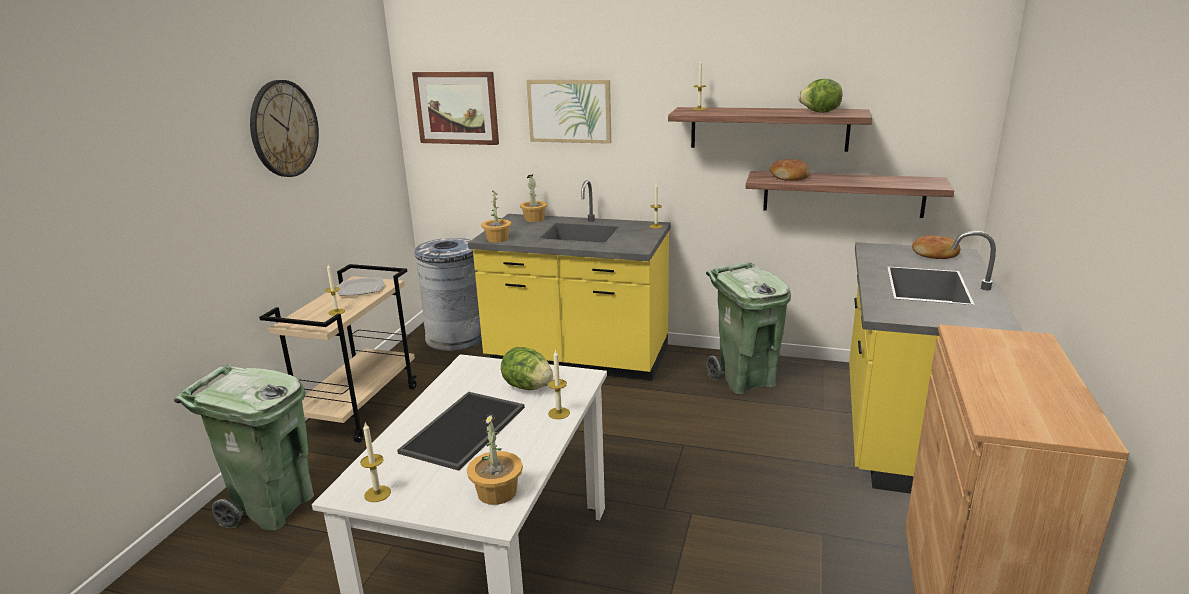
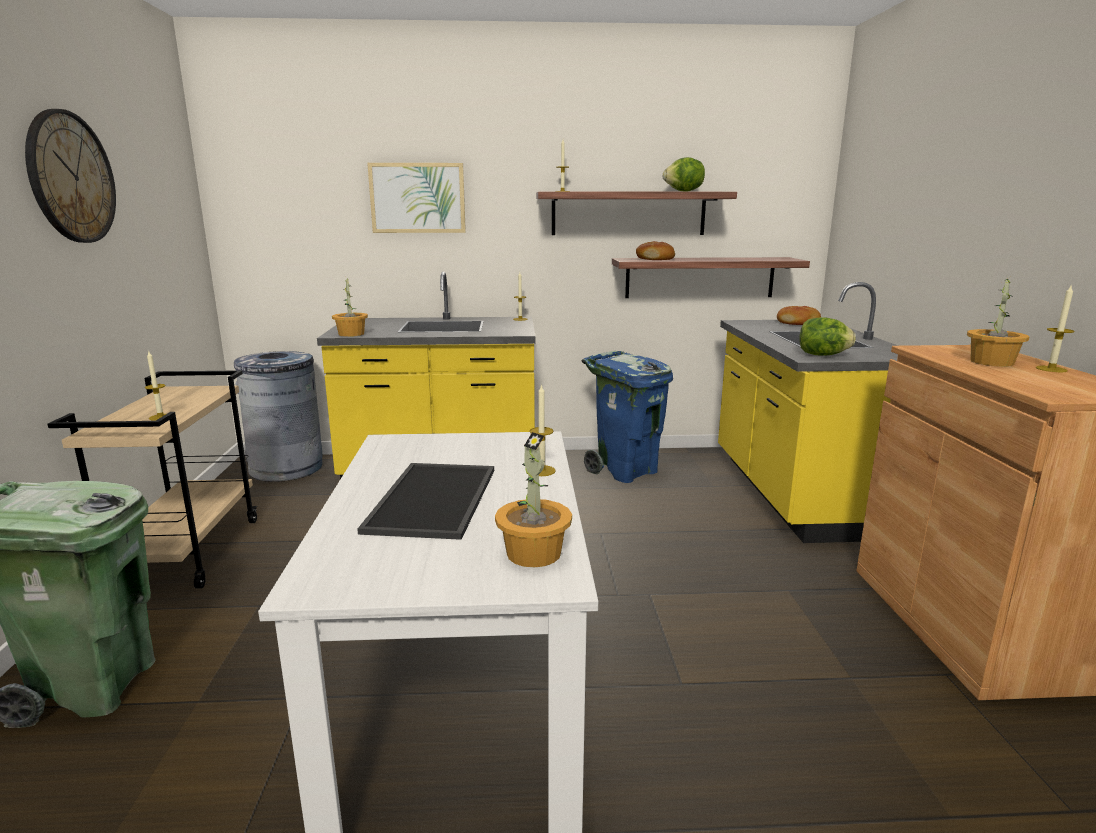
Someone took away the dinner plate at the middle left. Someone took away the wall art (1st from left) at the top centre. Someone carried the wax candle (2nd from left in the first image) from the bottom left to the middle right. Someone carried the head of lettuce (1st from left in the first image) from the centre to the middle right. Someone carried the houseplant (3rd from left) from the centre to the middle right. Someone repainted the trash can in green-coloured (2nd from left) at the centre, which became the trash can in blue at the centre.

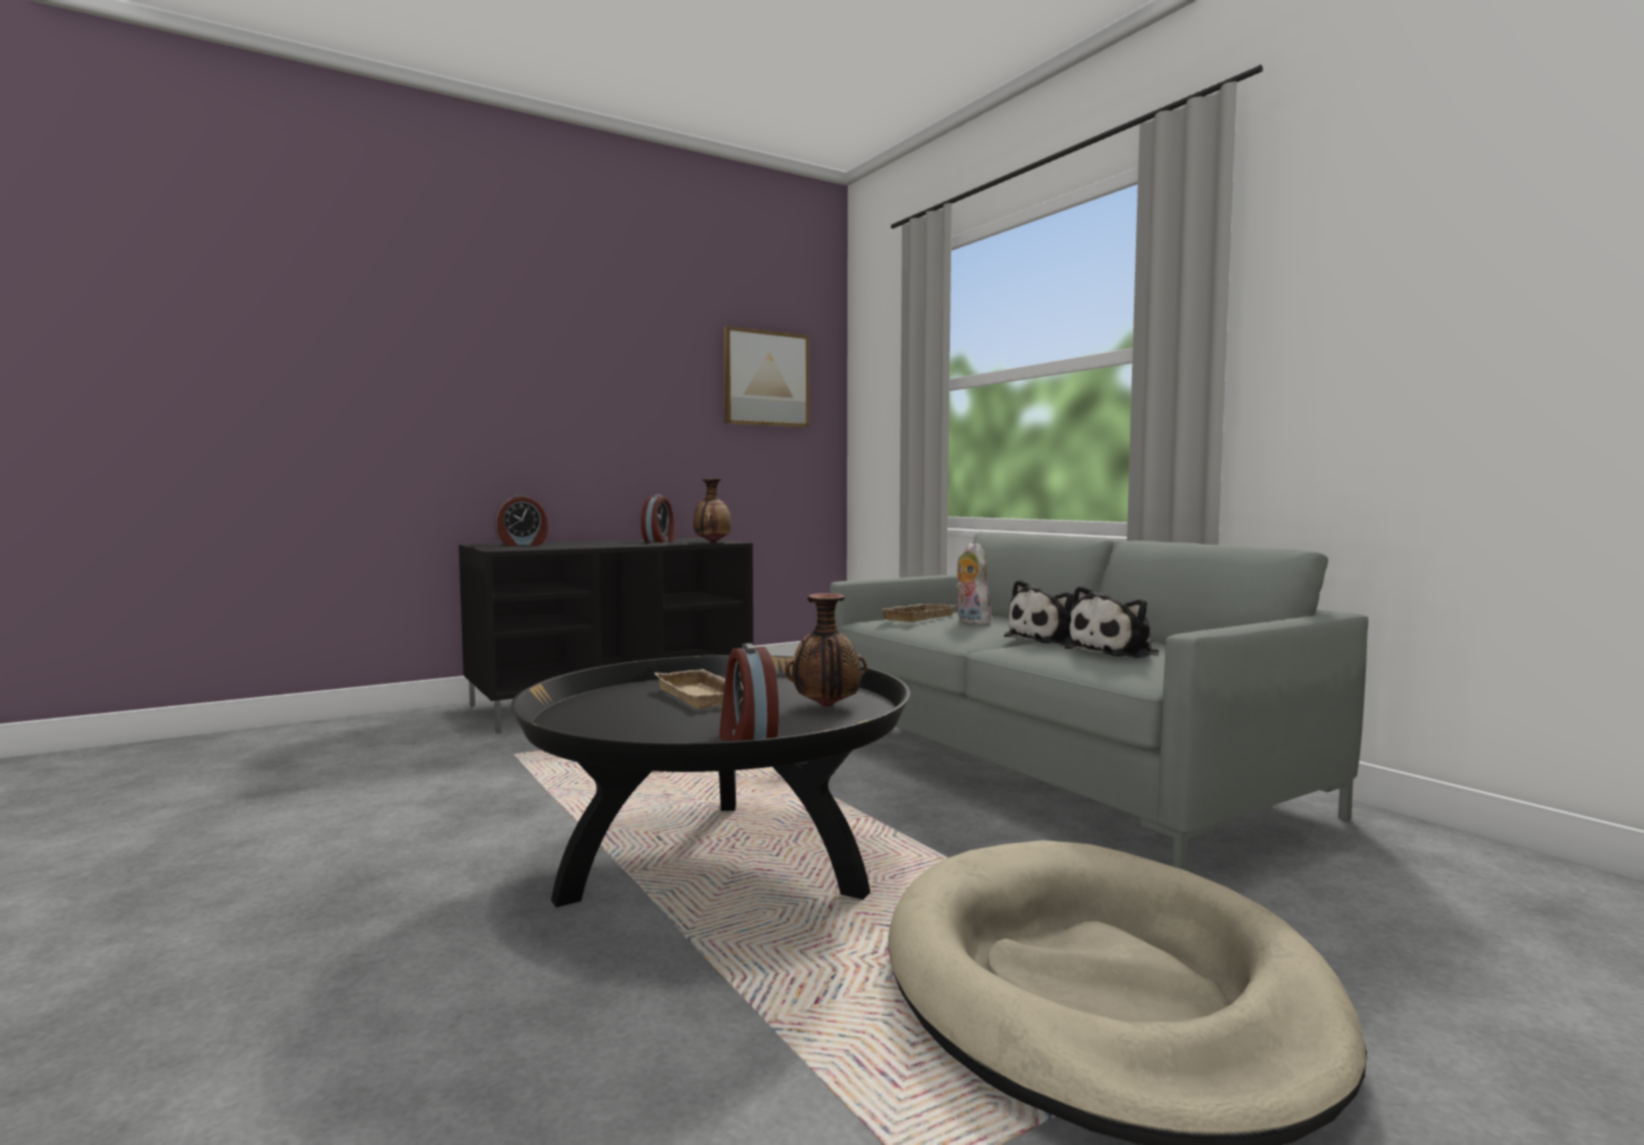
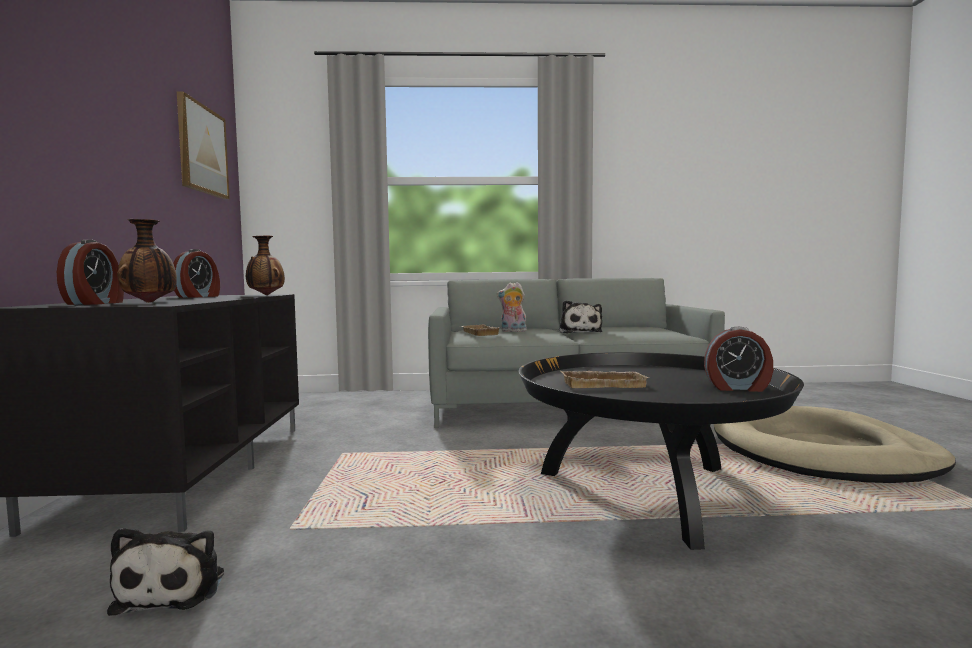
Someone carried the decorative vase (2nd from left in the first image) from the centre to the middle left. Someone carried the plush toy (3rd from left in the first image) from the middle right to the bottom left. Someone rotated the alarm clock (2nd from left) at the centre by 60 degrees clockwise.

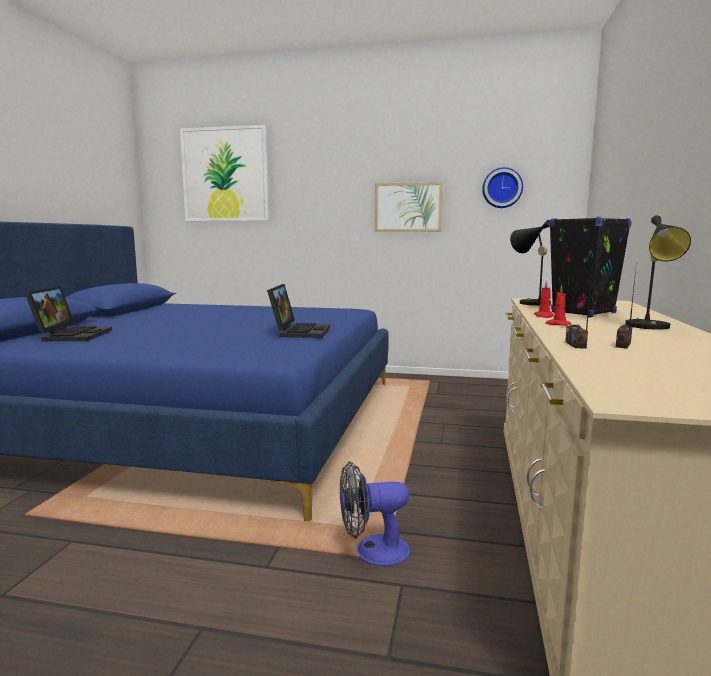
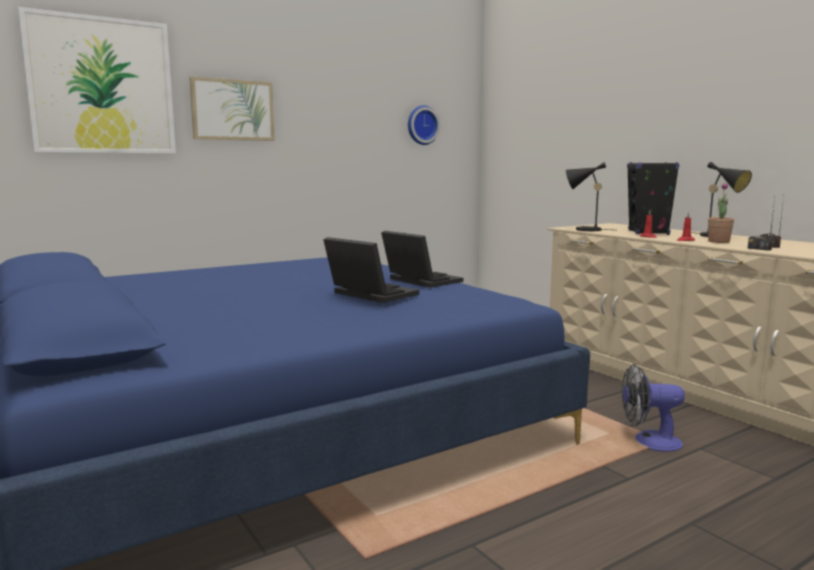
Someone put down the houseplant at the middle right. Someone carried the portable computer (1st from left) from the middle left to the centre. Someone carried the wall art (2nd from left) from the top centre to the top left. Someone rotated the cooling fan at the bottom centre by 60 degrees clockwise.

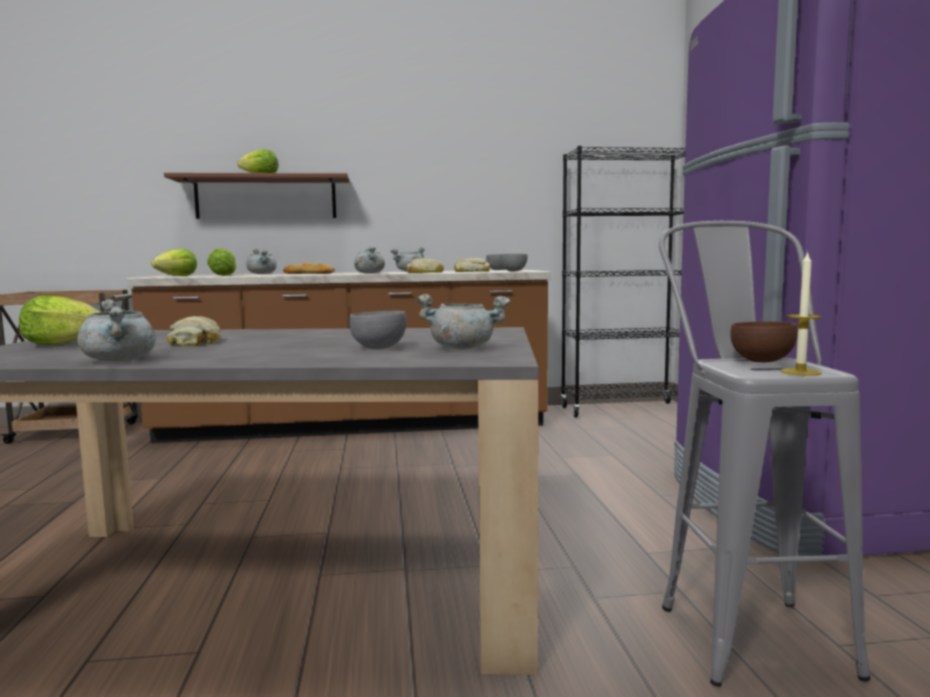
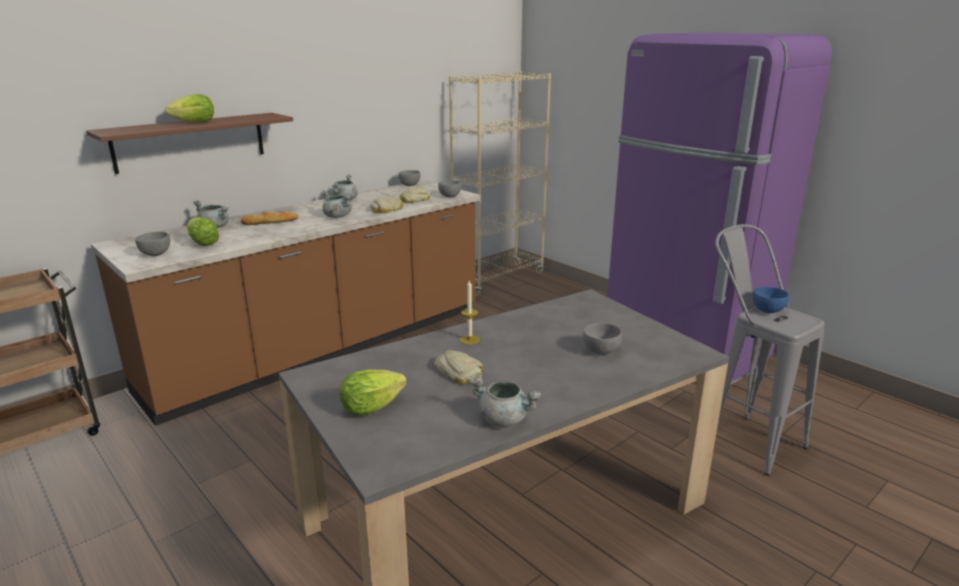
Someone took away the stockpot in greyish (5th from left) at the centre. Someone carried the wax candle from the middle right to the centre. Someone swapped the head of lettuce (2nd from left) at the middle left for the deep dish in greyish (1st from left) at the middle left. Someone repainted the shelving unit in blackish at the middle right, which became the shelving unit in sand-coloured at the top centre. Someone repainted the deep dish in brown-coloured at the middle right, which became the deep dish in blue at the middle right.

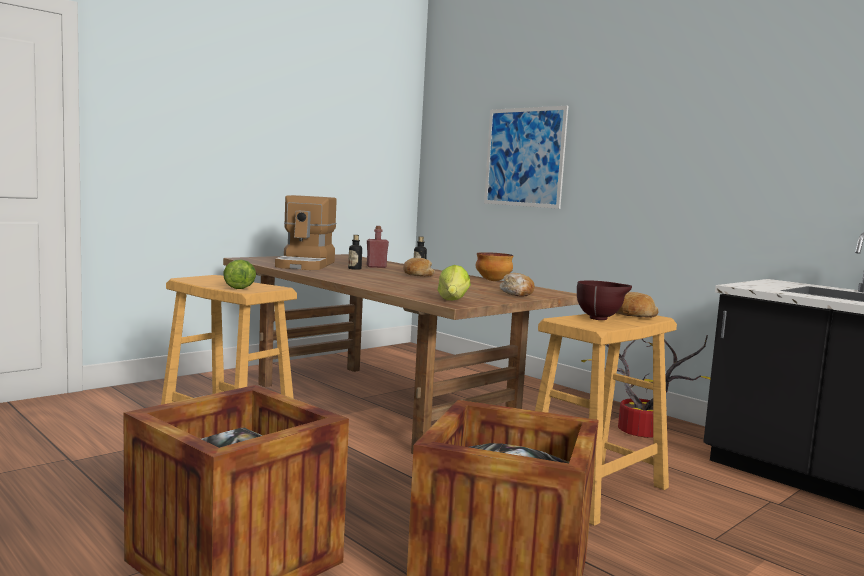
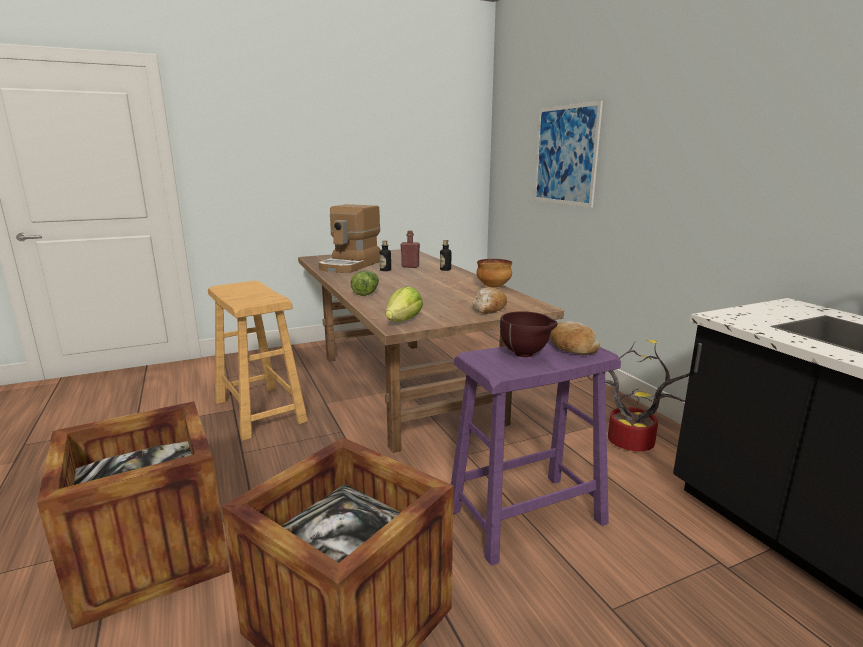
Someone took away the bakery bread (1st from left) at the centre. Someone carried the head of lettuce (1st from left) from the middle left to the centre. Someone repainted the stool seat in sand-coloured (2nd from left) at the bottom right, which became the stool seat in purplish at the bottom centre.

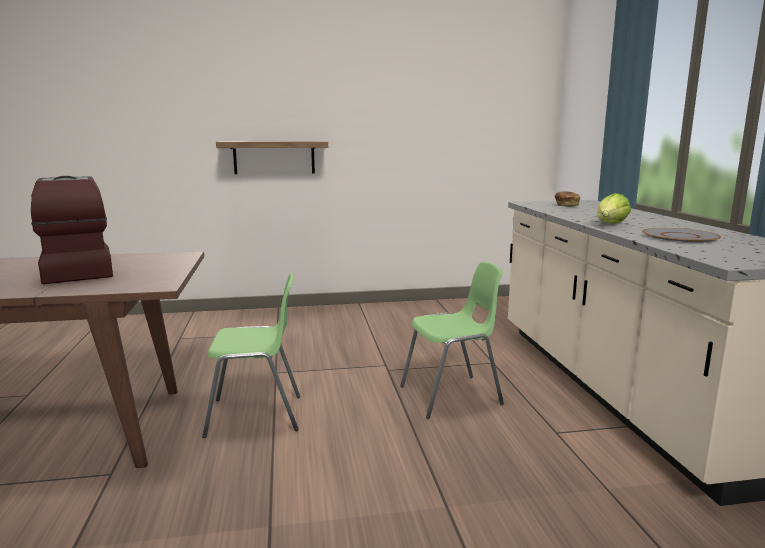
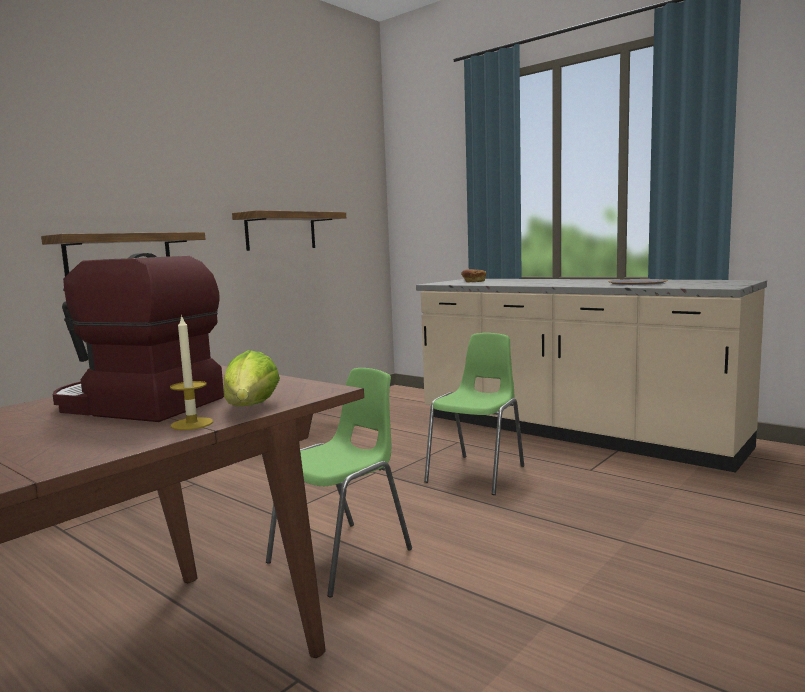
Someone put down the wax candle at the middle left. Someone put up the wall shelf (2nd from left) at the top centre. Someone carried the head of lettuce from the middle right to the middle left.

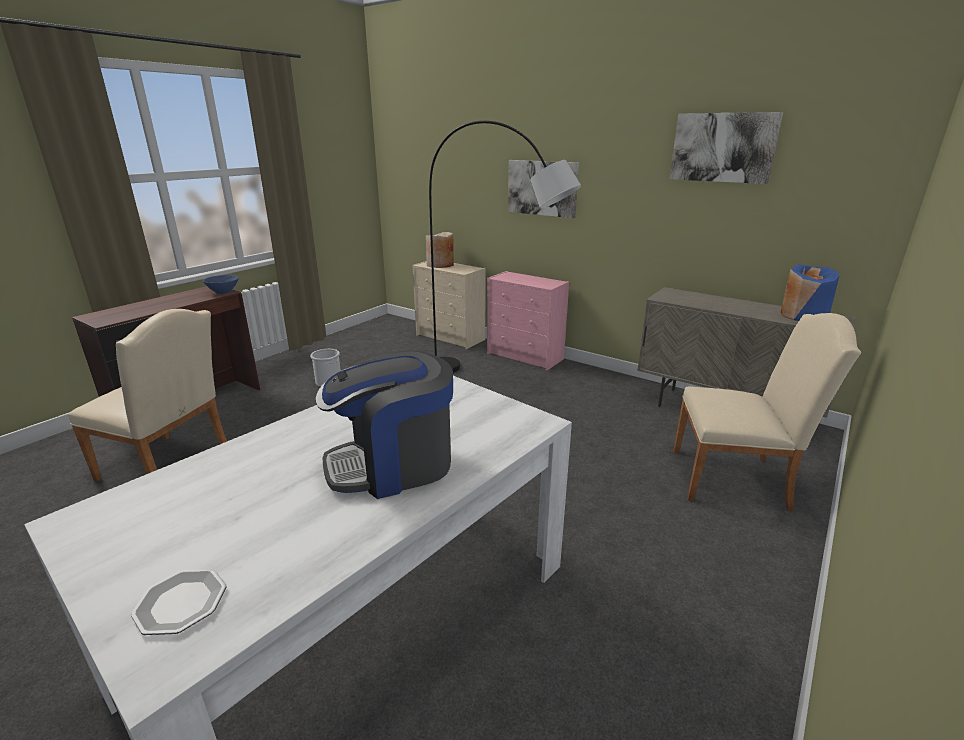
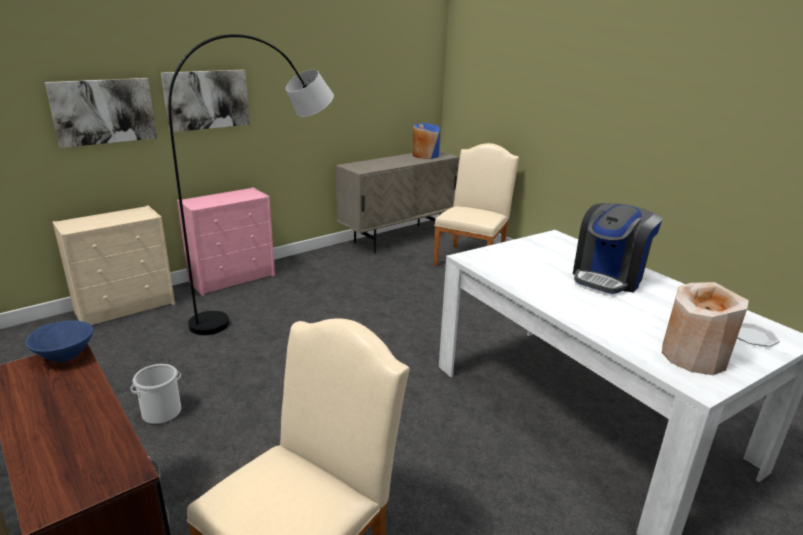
Someone carried the decorative vase in sand-coloured from the centre to the middle right. Someone carried the wall art (2nd from left in the first image) from the top right to the top left. Someone rotated the coffee brewer at the centre by 45 degrees clockwise.

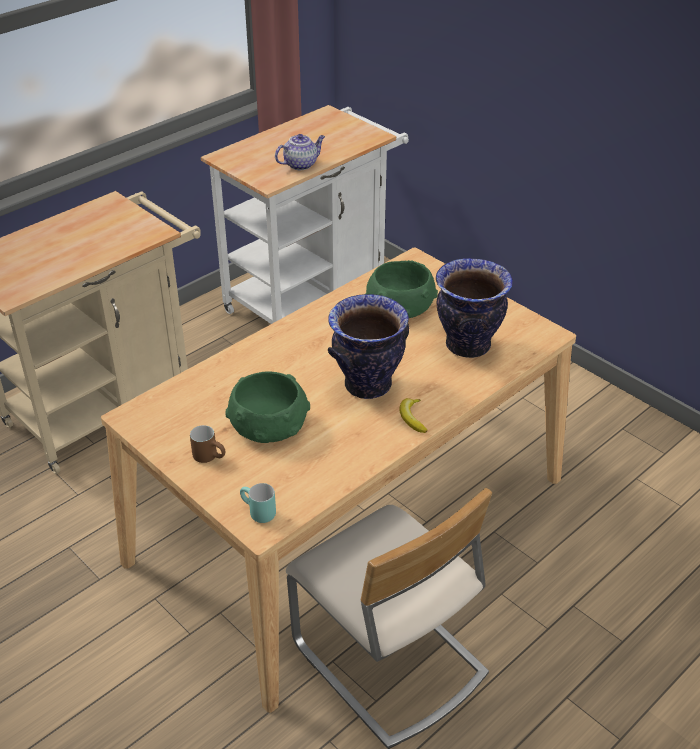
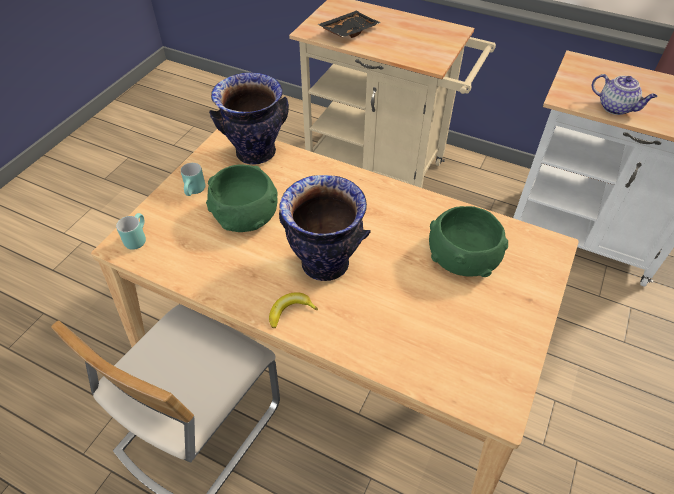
Someone put down the carrying tray in blackish at the top centre. Someone carried the decorative vase (2nd from left in the first image) from the middle right to the top centre. Someone repainted the tea mug in brown-coloured at the middle left, which became the tea mug in turquoise (2nd from left) at the middle left.

